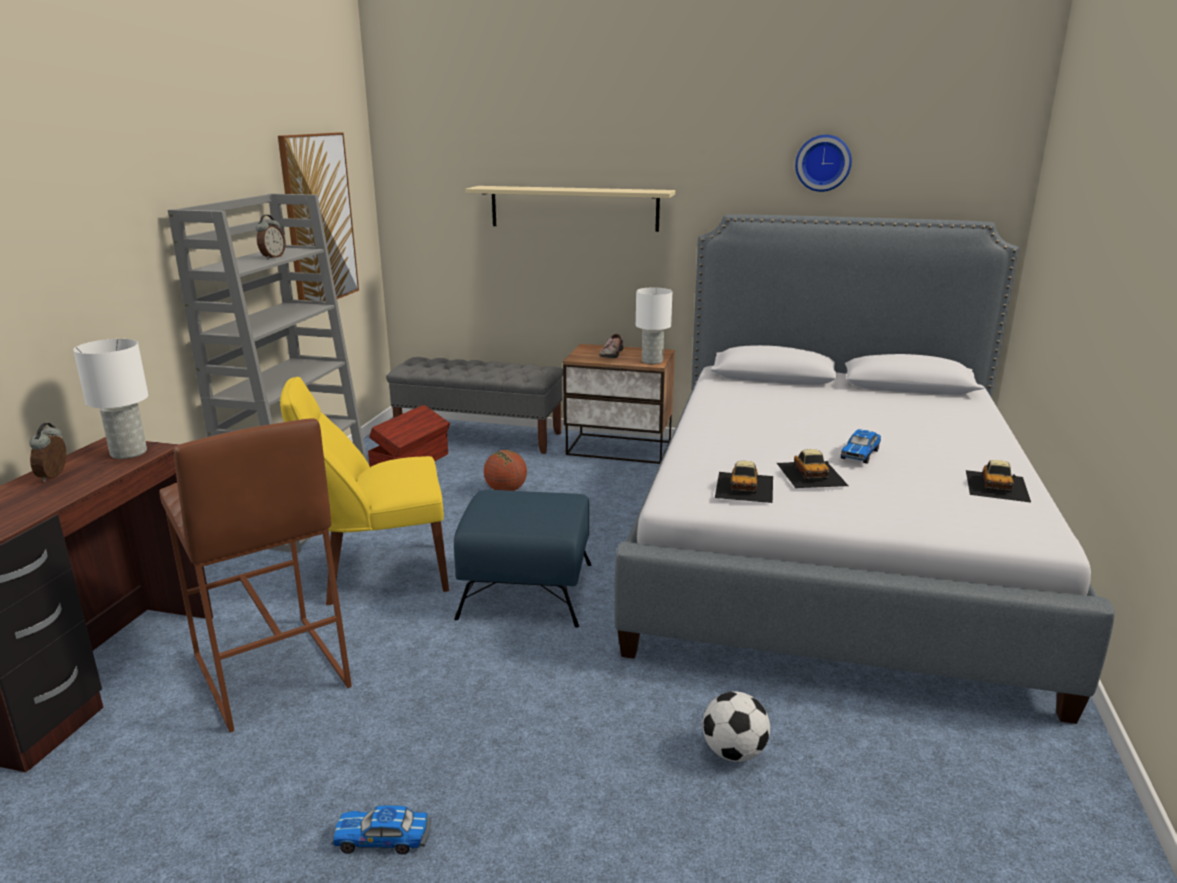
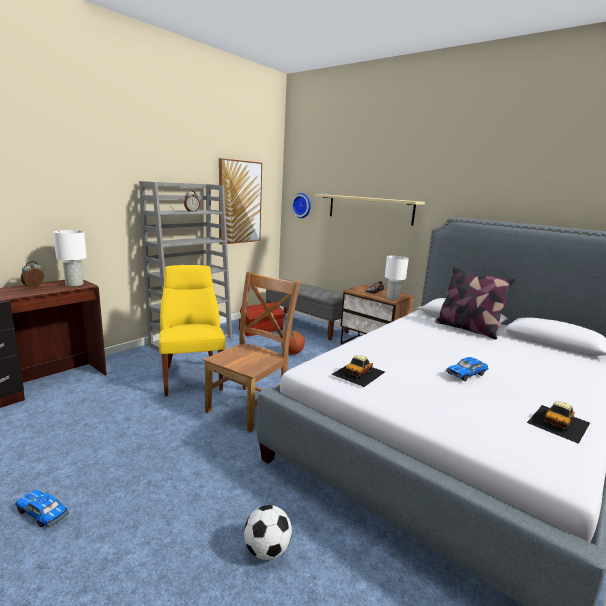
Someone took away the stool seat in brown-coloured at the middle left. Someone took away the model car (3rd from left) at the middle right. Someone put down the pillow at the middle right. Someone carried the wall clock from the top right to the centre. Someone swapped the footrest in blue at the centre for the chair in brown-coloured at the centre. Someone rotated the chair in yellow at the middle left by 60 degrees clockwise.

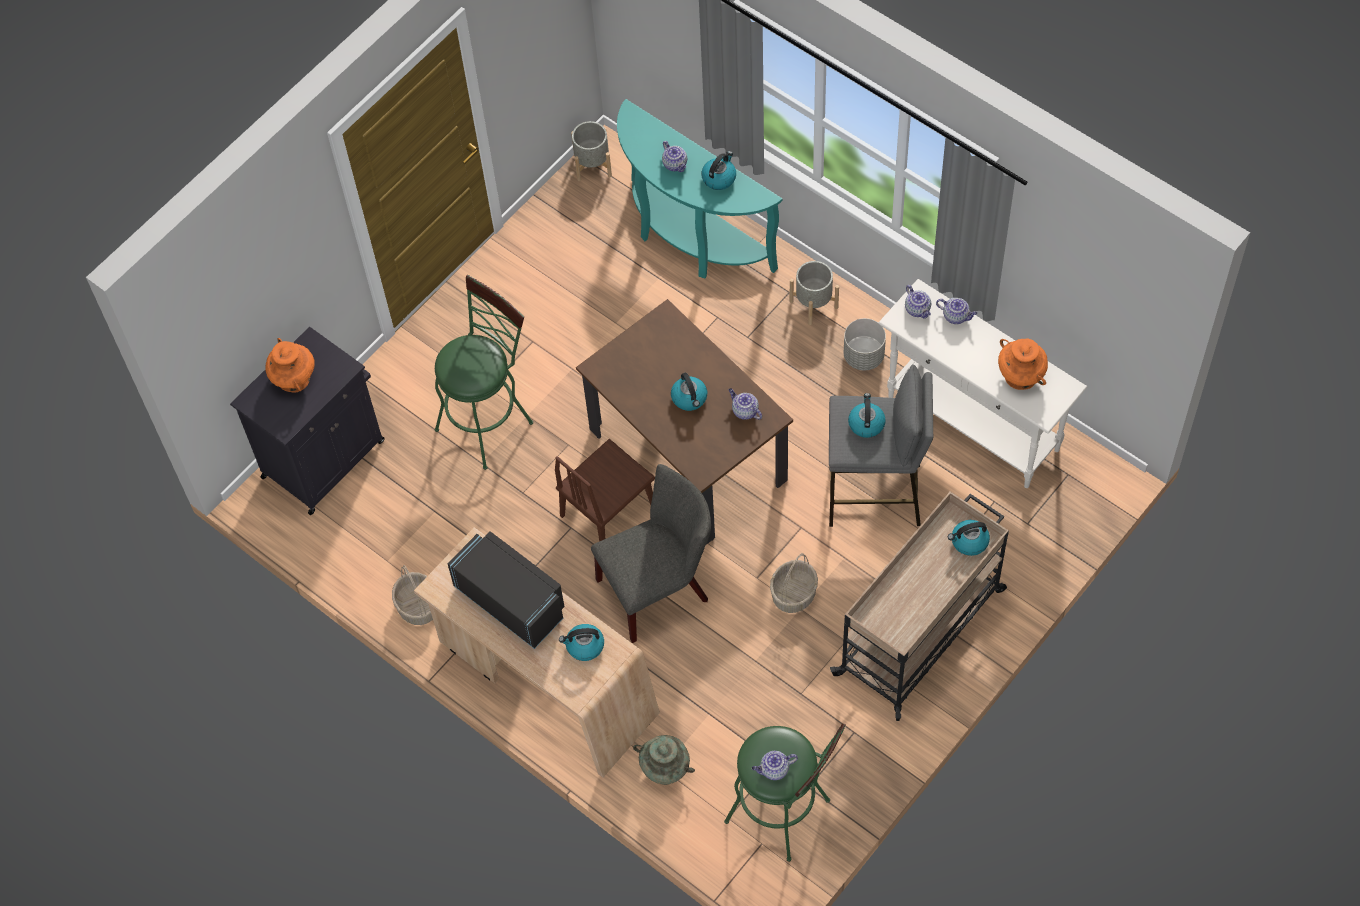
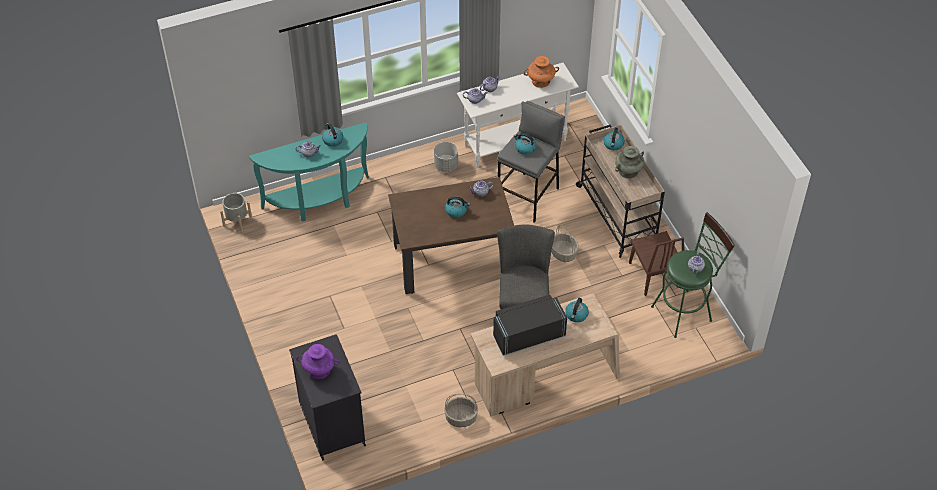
Someone took away the stool seat in green-coloured (1st from left) at the centre. Someone took away the flower pot in greyish (2nd from left) at the top centre. Someone carried the chair in brown-coloured from the centre to the middle right. Someone carried the decorative vase in turquoise from the bottom centre to the top right. Someone repainted the decorative vase in orange (1st from left) at the middle left, which became the decorative vase in purplish at the bottom centre.

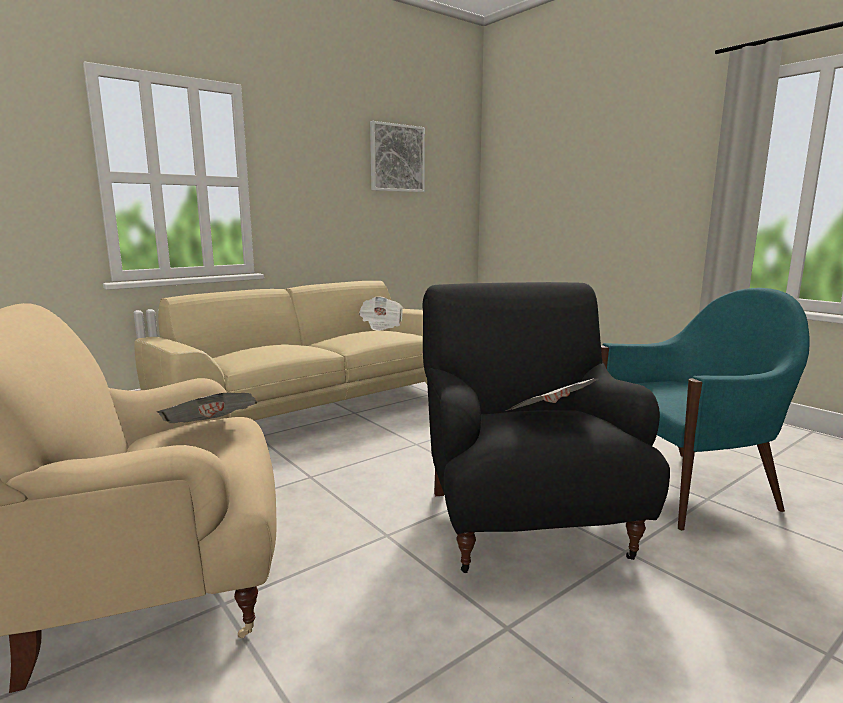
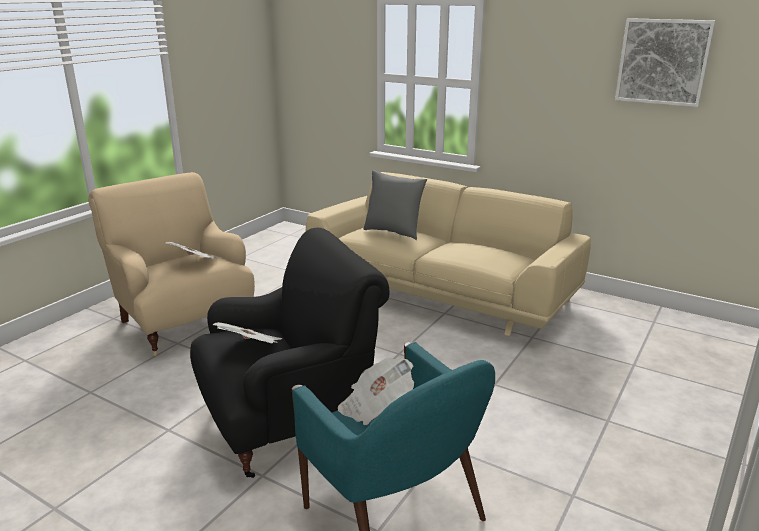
Someone put down the pillow in greyish at the centre. Someone carried the newspaper (2nd from left in the first image) from the centre to the bottom centre.

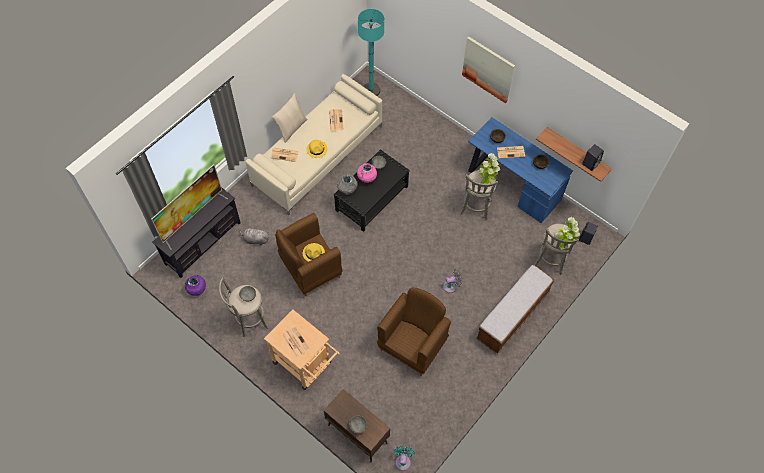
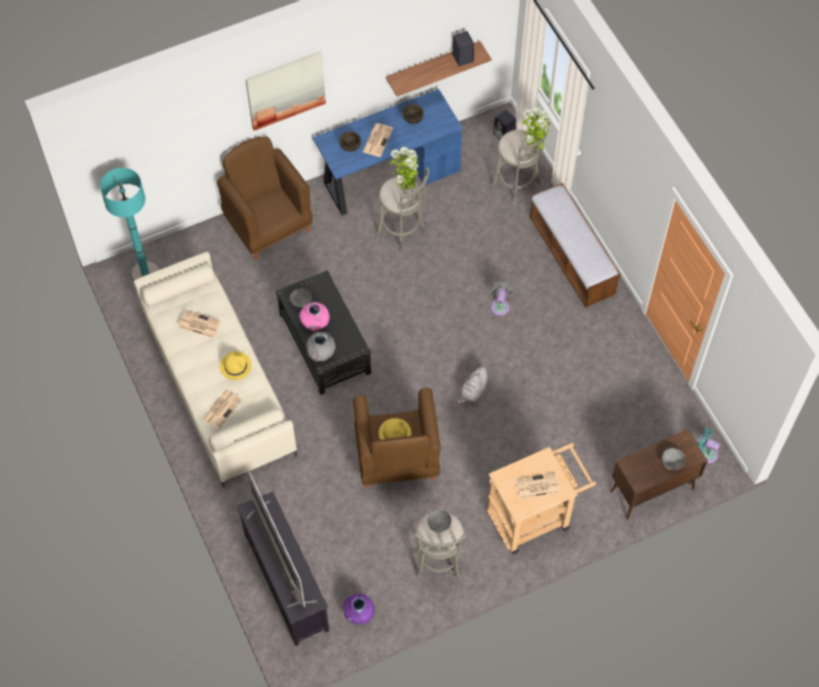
Someone took away the pillow in sand-coloured at the top centre. Someone carried the plush toy in greyish from the middle left to the centre. Someone carried the armchair in brown-coloured (2nd from left in the first image) from the bottom centre to the top left.

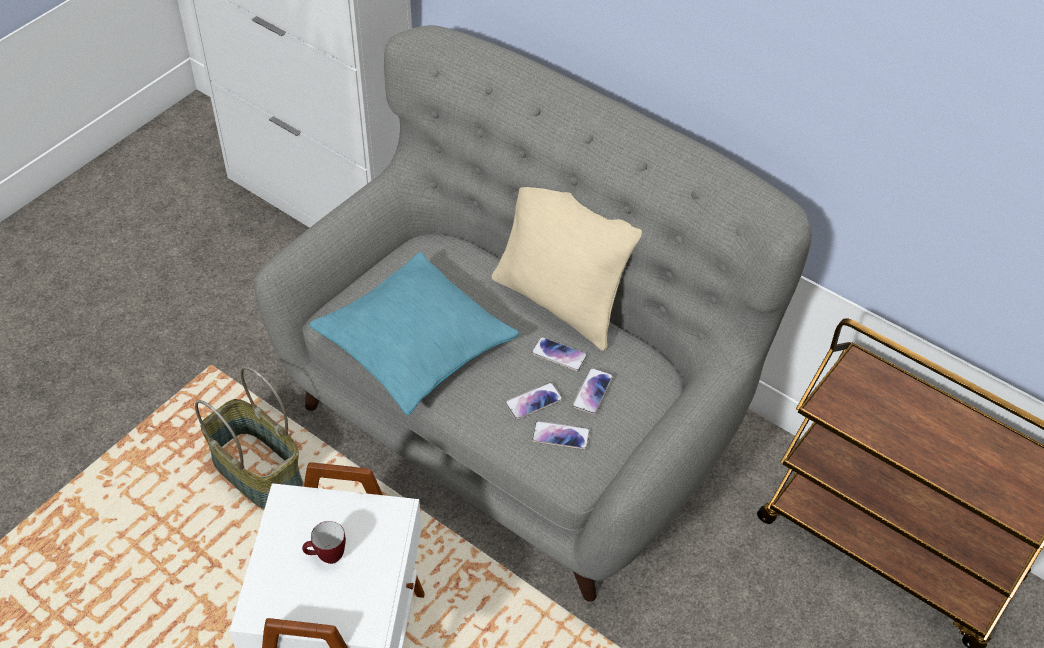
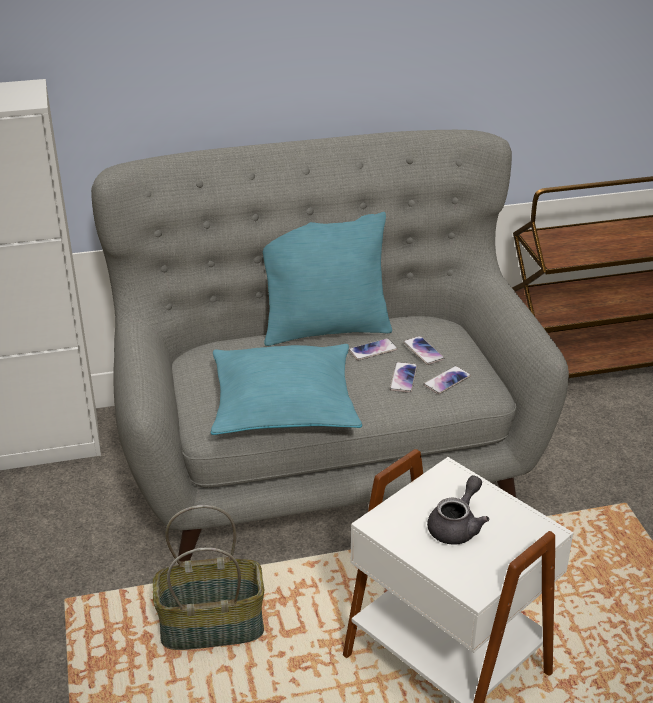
Someone swapped the tea mug at the bottom left for the tea pot in greyish at the bottom right. Someone repainted the pillow in sand-coloured at the centre, which became the pillow in turquoise (2nd from left) at the centre.

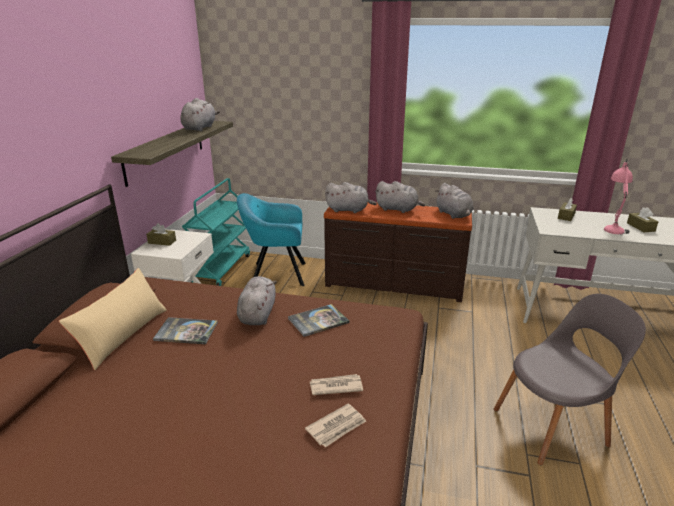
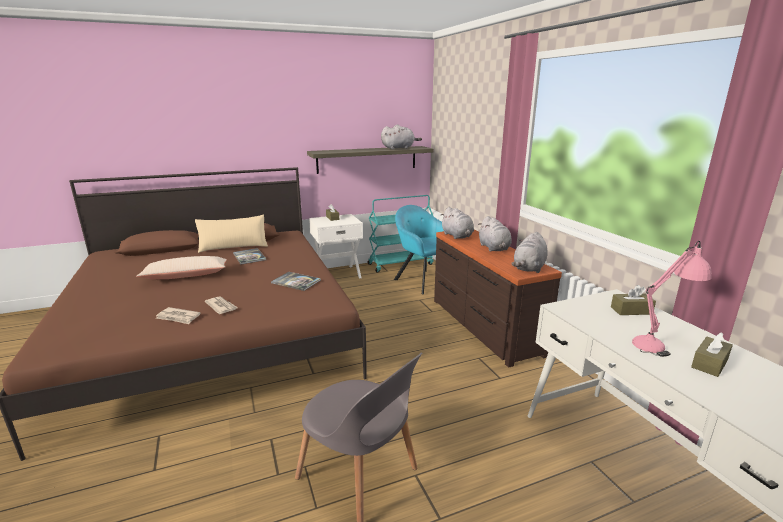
Someone took away the plush toy in greyish (2nd from left) at the centre. Someone put down the pillow in sand-coloured (1st from left) at the middle left.

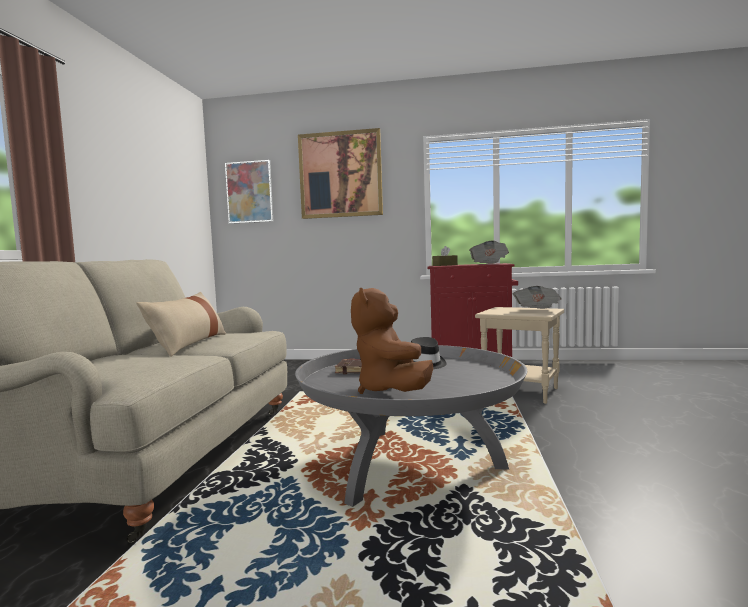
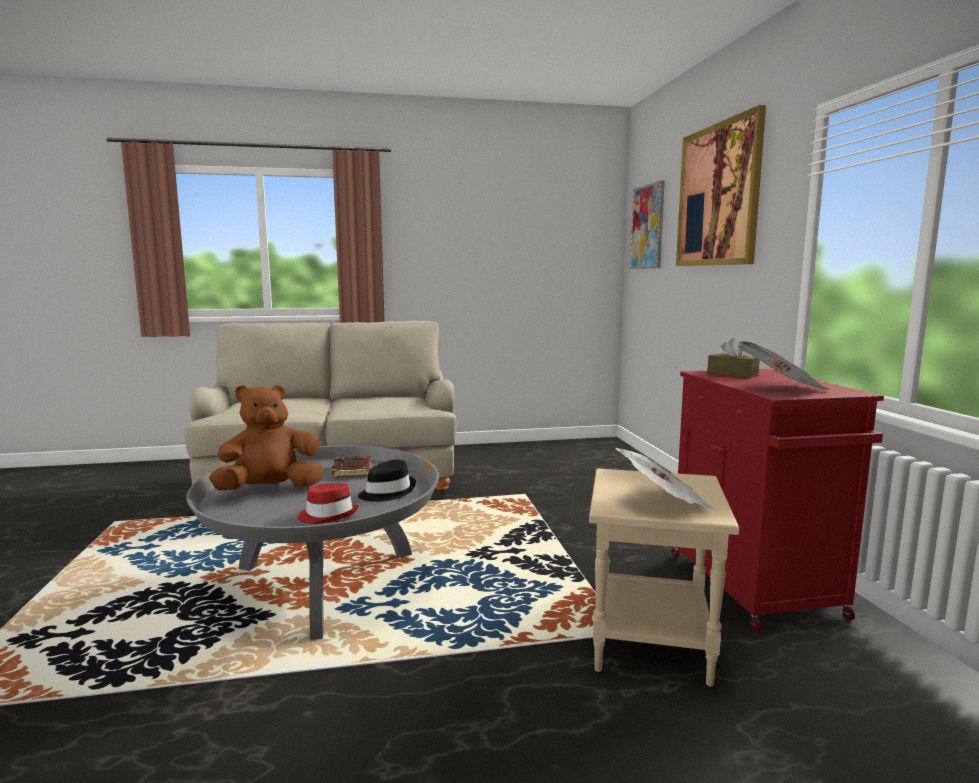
Someone took away the pillow in sand-coloured at the middle left. Someone put down the wearable hat in red at the centre.

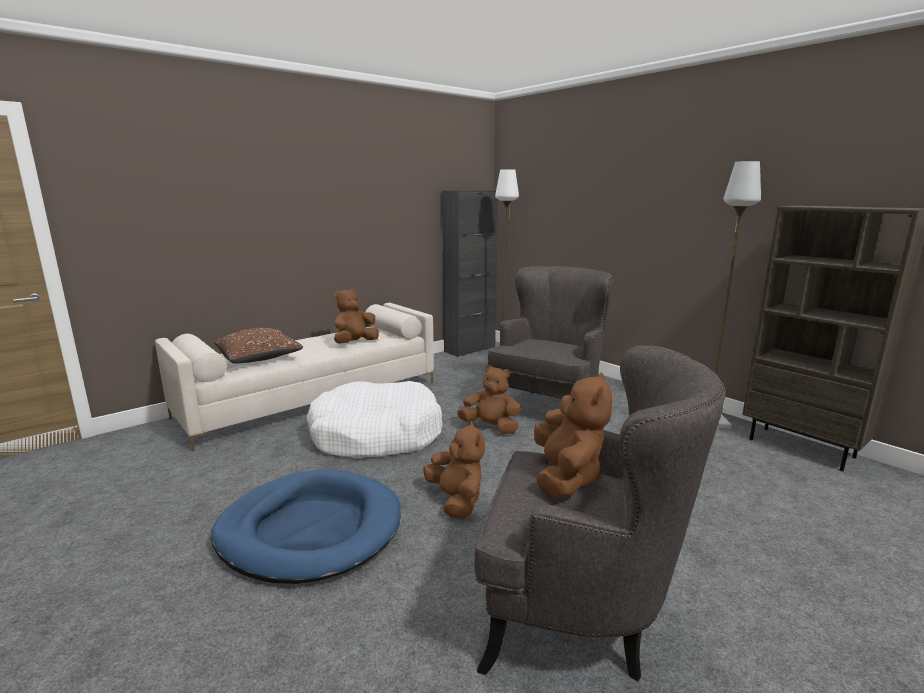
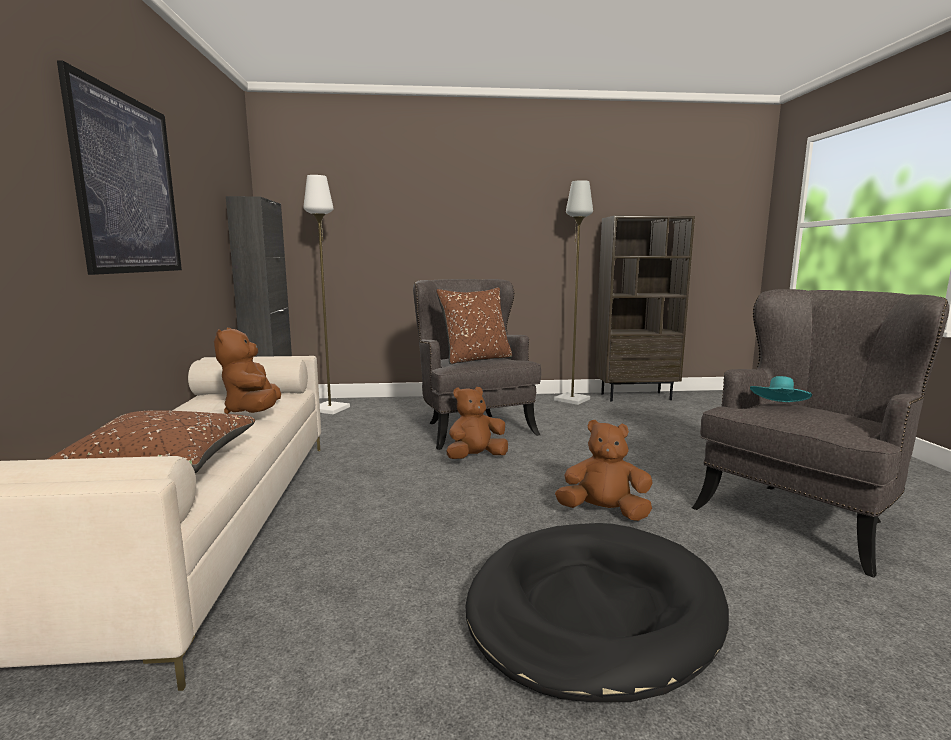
Someone took away the dog cushion in white at the centre. Someone put up the wall art at the top left. Someone put down the pillow in brown-coloured (2nd from left) at the centre. Someone swapped the plush toy in brown-coloured (4th from left) at the centre for the wearable hat in turquoise at the middle right. Someone repainted the dog cushion in blue at the bottom left, which became the dog cushion in blackish at the bottom centre.

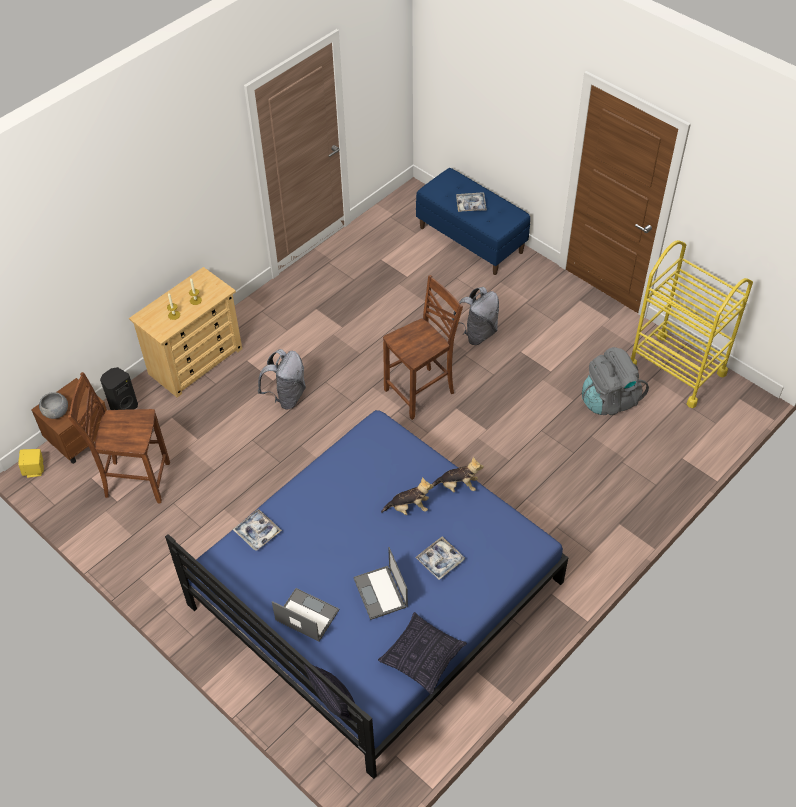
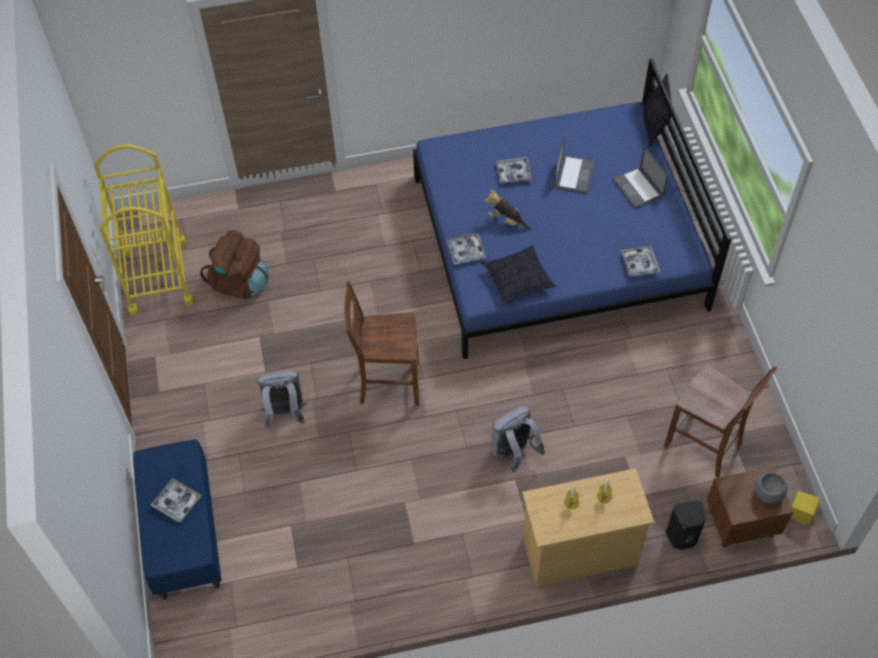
Someone took away the plush toy (2nd from left) at the centre. Someone put down the carrying tray (2nd from left) at the centre. Someone carried the pillow (2nd from left in the first image) from the bottom centre to the centre. Someone repainted the backpack in greyish (3rd from left) at the middle right, which became the backpack in brown-coloured at the middle left.

